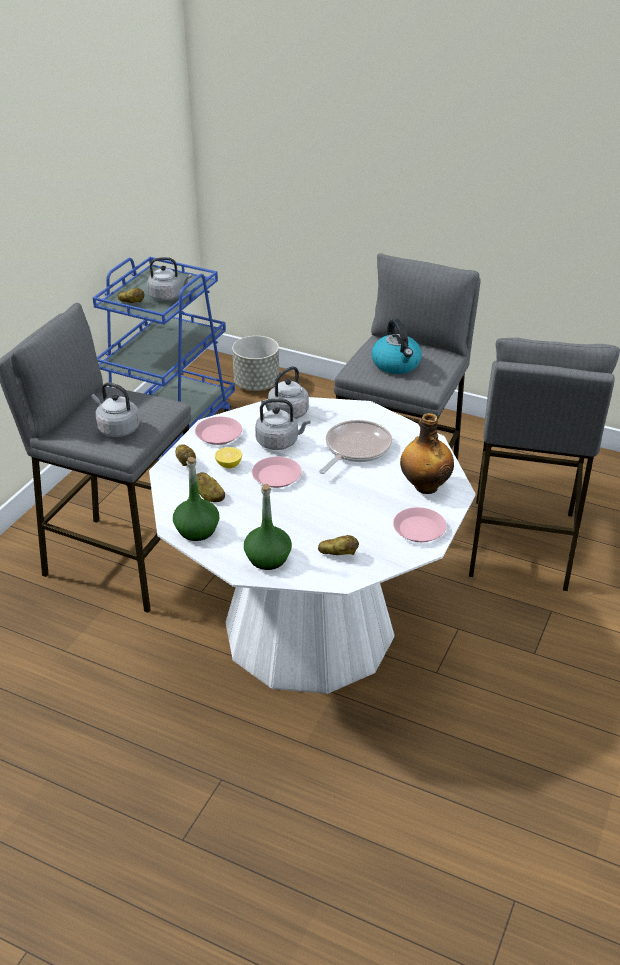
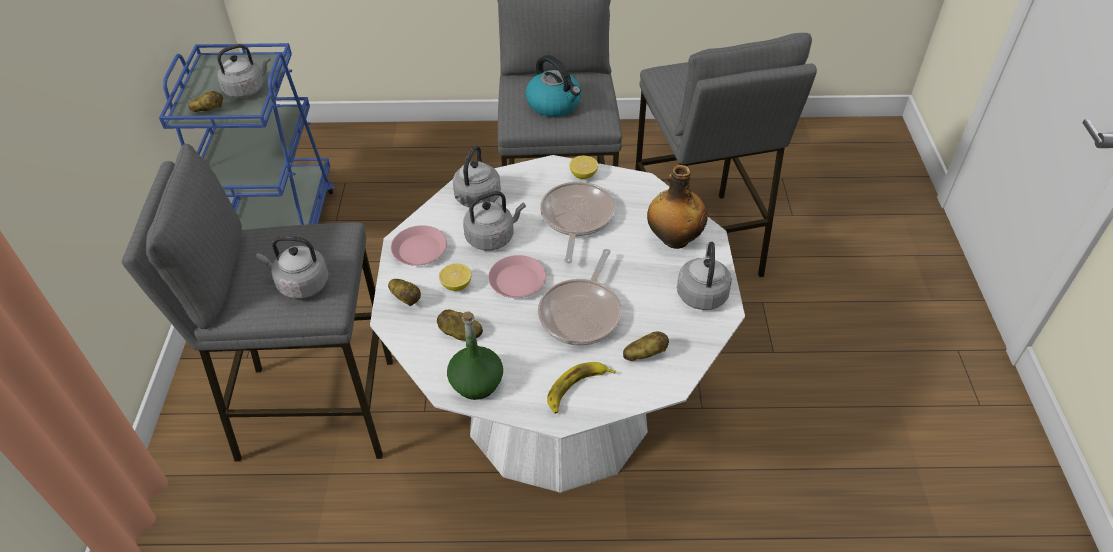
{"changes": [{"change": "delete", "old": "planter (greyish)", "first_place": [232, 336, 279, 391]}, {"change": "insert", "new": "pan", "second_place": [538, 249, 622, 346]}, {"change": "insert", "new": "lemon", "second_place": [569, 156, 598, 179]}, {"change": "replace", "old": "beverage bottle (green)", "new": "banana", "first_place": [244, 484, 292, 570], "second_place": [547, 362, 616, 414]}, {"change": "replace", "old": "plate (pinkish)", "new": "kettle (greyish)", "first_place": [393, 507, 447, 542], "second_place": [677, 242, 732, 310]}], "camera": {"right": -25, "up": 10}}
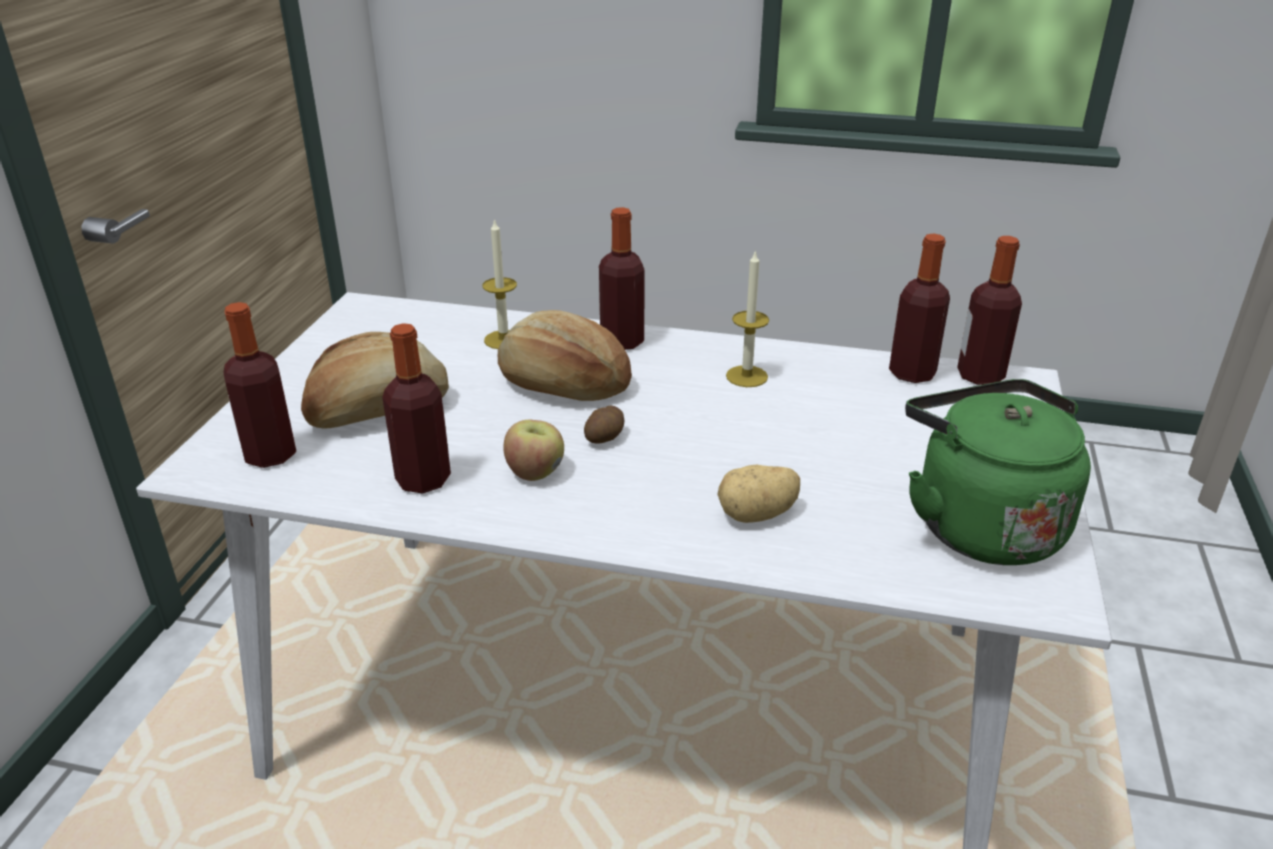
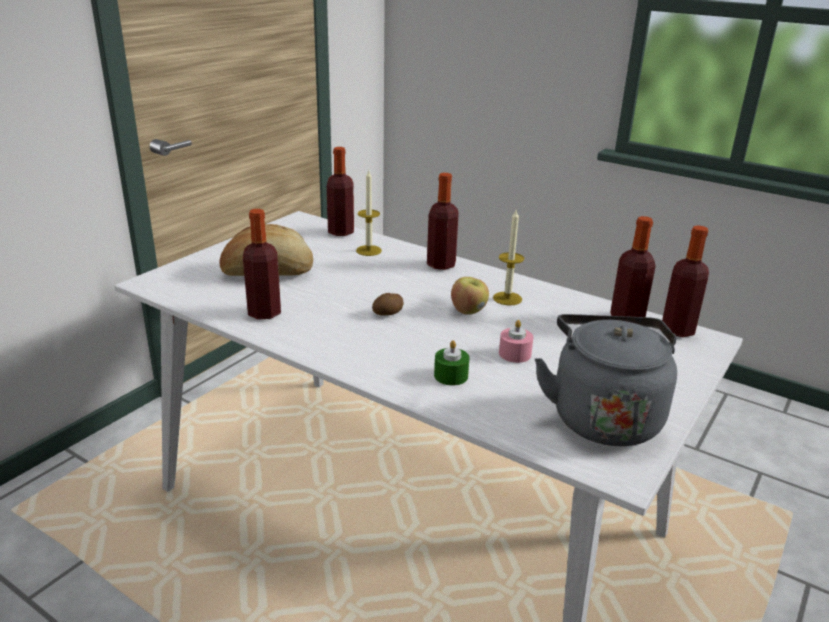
{"changes": [{"change": "delete", "old": "bakery bread", "first_place": [498, 310, 632, 401]}, {"change": "insert", "new": "candle (pinkish)", "second_place": [499, 320, 533, 363]}, {"change": "move", "old": "beverage bottle", "first_place": [223, 302, 296, 468], "second_place": [327, 147, 354, 236]}, {"change": "move", "old": "apple", "first_place": [503, 420, 564, 481], "second_place": [451, 277, 489, 315]}, {"change": "replace", "old": "spud", "new": "candle (green)", "first_place": [717, 465, 800, 523], "second_place": [434, 340, 469, 386]}, {"change": "recolor", "old": "kettle (green)", "new": "kettle (greyish)", "first_place": [905, 379, 1091, 565], "second_place": [535, 314, 677, 446]}], "camera": {"right": 20, "up": -5}}
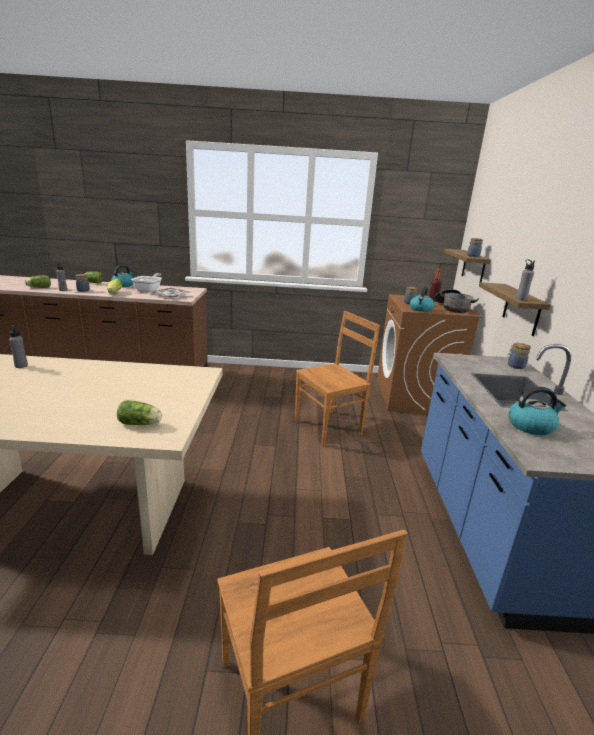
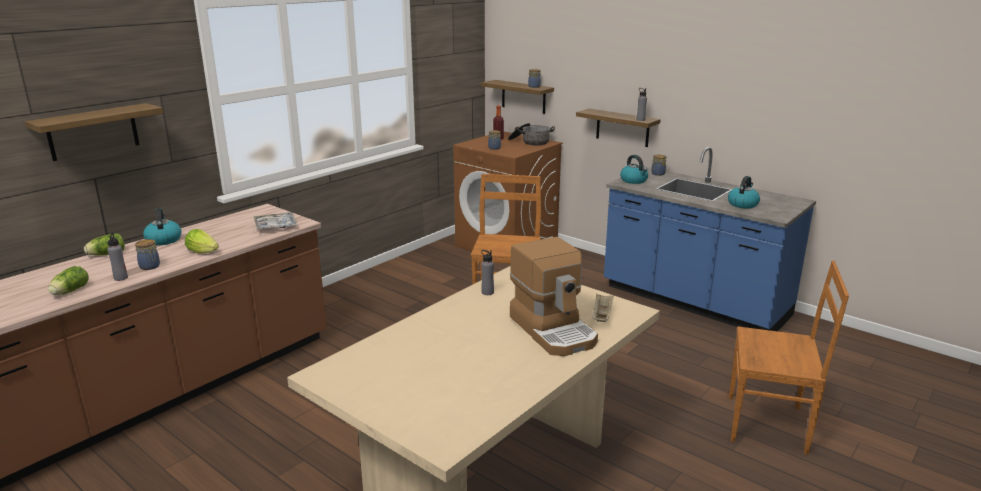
{"changes": [{"change": "delete", "old": "pan", "first_place": [131, 273, 162, 292]}, {"change": "insert", "new": "bracket shelf", "second_place": [25, 103, 163, 161]}, {"change": "insert", "new": "coffee brewer", "second_place": [510, 237, 598, 356]}, {"change": "move", "old": "beverage bottle (greyish)", "first_place": [9, 325, 28, 368], "second_place": [481, 250, 494, 295]}, {"change": "move", "old": "kettle", "first_place": [410, 287, 435, 312], "second_place": [620, 155, 648, 184]}, {"change": "replace", "old": "head of lettuce", "new": "serving tray (beige)", "first_place": [117, 400, 162, 425], "second_place": [592, 294, 614, 322]}], "camera": {"right": -50, "up": 0}}
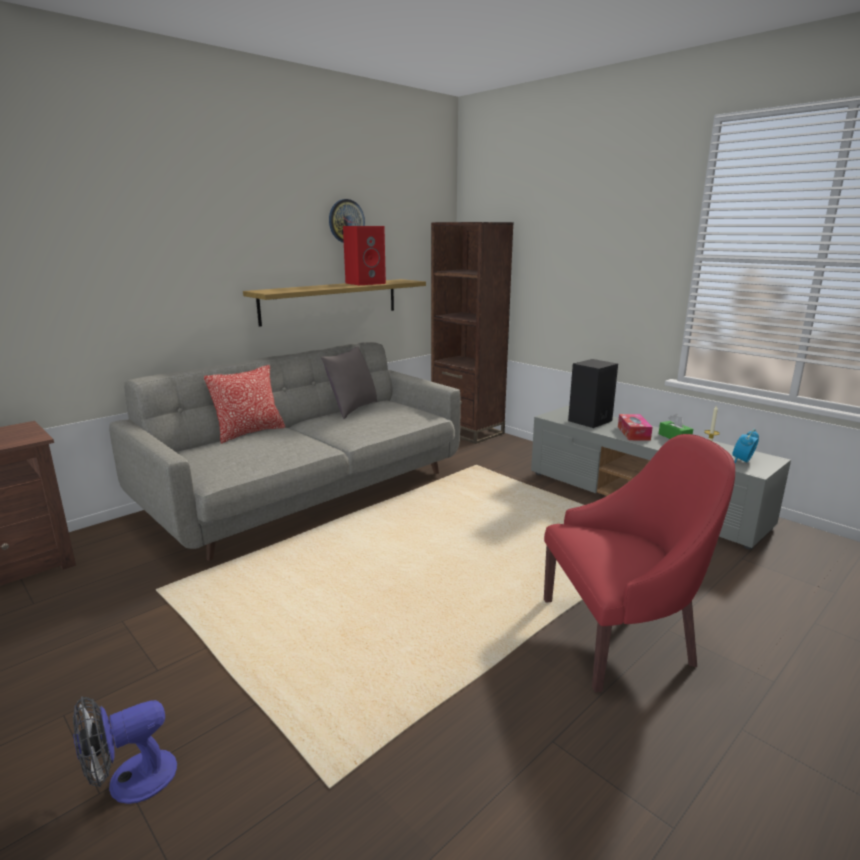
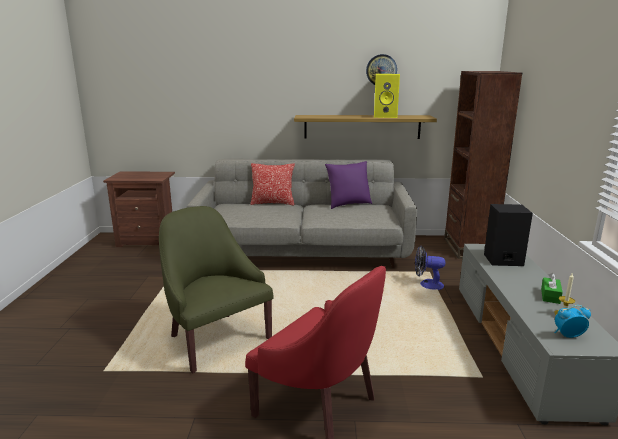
{"changes": [{"change": "delete", "old": "box of tissues", "first_place": [618, 414, 653, 441]}, {"change": "insert", "new": "armchair (green)", "second_place": [159, 206, 273, 374]}, {"change": "move", "old": "cooling fan", "first_place": [73, 696, 177, 804], "second_place": [415, 246, 445, 290]}, {"change": "recolor", "old": "throw pillow (greyish)", "new": "throw pillow (purple)", "first_place": [321, 346, 377, 419], "second_place": [325, 161, 372, 209]}, {"change": "recolor", "old": "speaker (red)", "new": "speaker (yellow-coloured)", "first_place": [343, 226, 386, 285], "second_place": [374, 74, 400, 118]}], "camera": {"right": 45, "up": 0}}
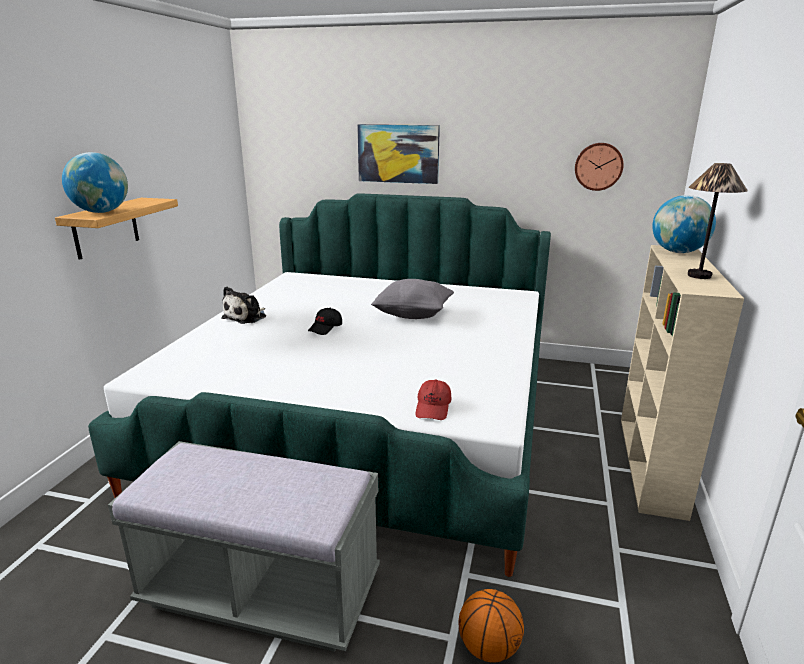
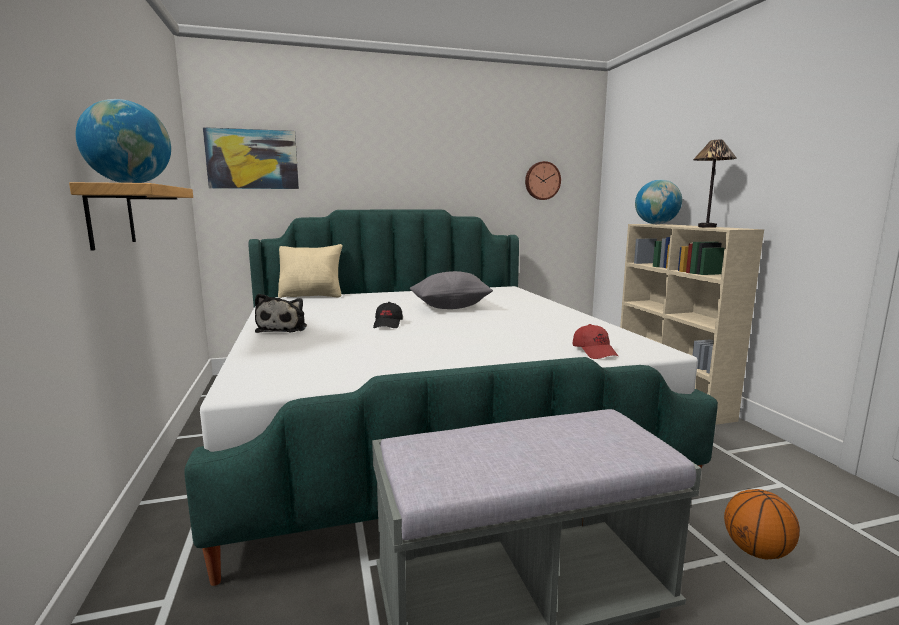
{"changes": [{"change": "insert", "new": "throw pillow (beige)", "second_place": [278, 244, 343, 298]}, {"change": "move", "old": "wall picture", "first_place": [357, 124, 440, 184], "second_place": [203, 127, 299, 189]}], "camera": {"right": -30, "up": -10}}
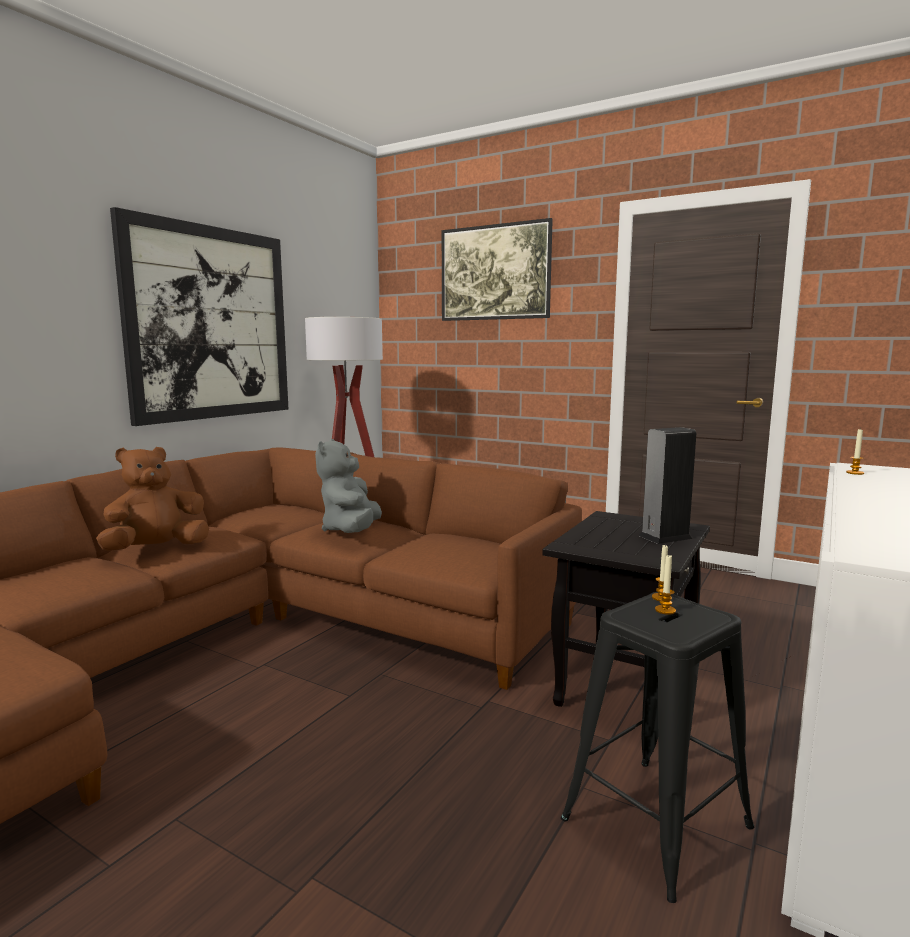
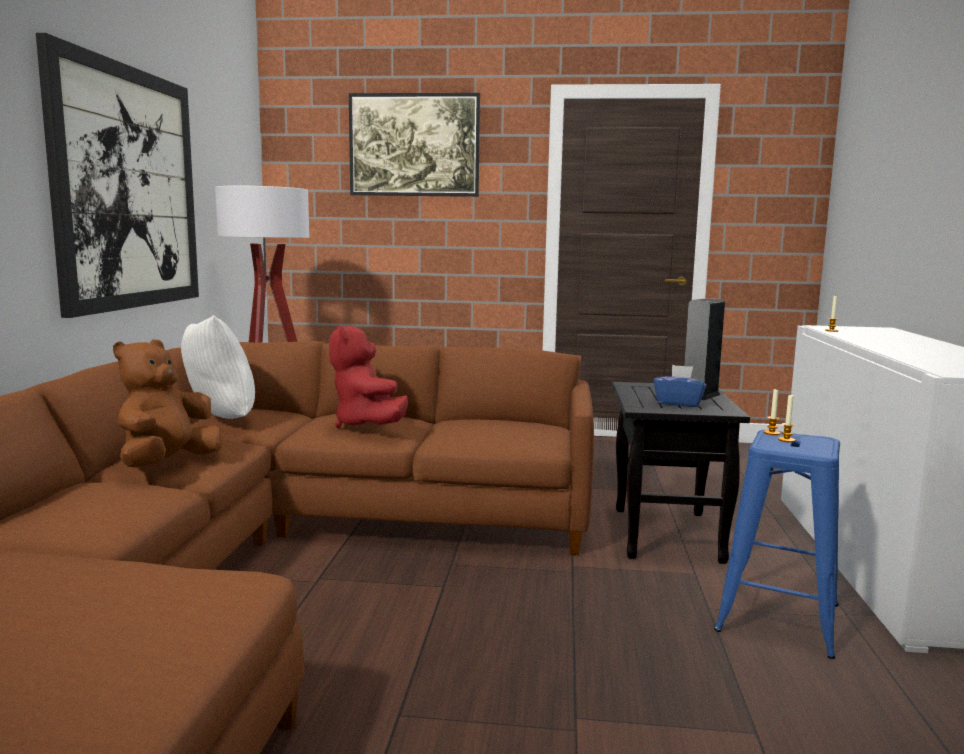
{"changes": [{"change": "insert", "new": "throw pillow (whitish)", "second_place": [181, 315, 255, 419]}, {"change": "insert", "new": "box of tissues (blue)", "second_place": [654, 365, 707, 407]}, {"change": "recolor", "old": "soft toy (greyish)", "new": "soft toy (red)", "first_place": [315, 439, 382, 533], "second_place": [329, 324, 408, 428]}, {"change": "recolor", "old": "sitting stool (black)", "new": "sitting stool (blue)", "first_place": [561, 592, 754, 903], "second_place": [714, 430, 840, 659]}], "camera": {"right": -25, "up": 0}}
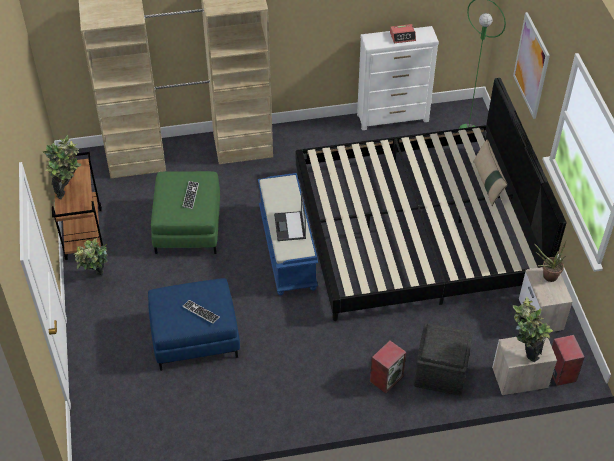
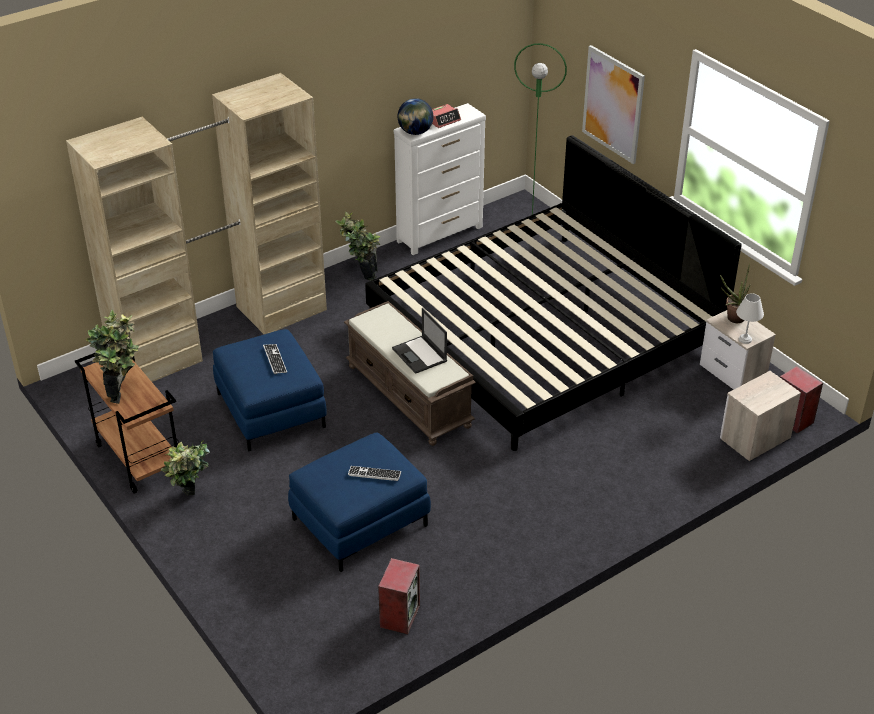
{"changes": [{"change": "delete", "old": "ottoman (greyish)", "first_place": [413, 323, 472, 396]}, {"change": "delete", "old": "throw pillow (beige)", "first_place": [473, 140, 508, 206]}, {"change": "insert", "new": "desk globe", "second_place": [397, 98, 434, 135]}, {"change": "insert", "new": "tabletop lamp (whitish)", "second_place": [736, 294, 764, 344]}, {"change": "move", "old": "speaker", "first_place": [370, 340, 406, 394], "second_place": [378, 558, 420, 635]}, {"change": "move", "old": "houseplant", "first_place": [513, 297, 553, 362], "second_place": [335, 211, 380, 281]}, {"change": "recolor", "old": "ottoman (green)", "new": "ottoman (blue)", "first_place": [151, 171, 220, 254], "second_place": [213, 329, 327, 451]}, {"change": "recolor", "old": "indoor bench (blue)", "new": "indoor bench (brown)", "first_place": [258, 173, 318, 295], "second_place": [344, 301, 476, 446]}], "camera": {"right": -25, "up": -10}}
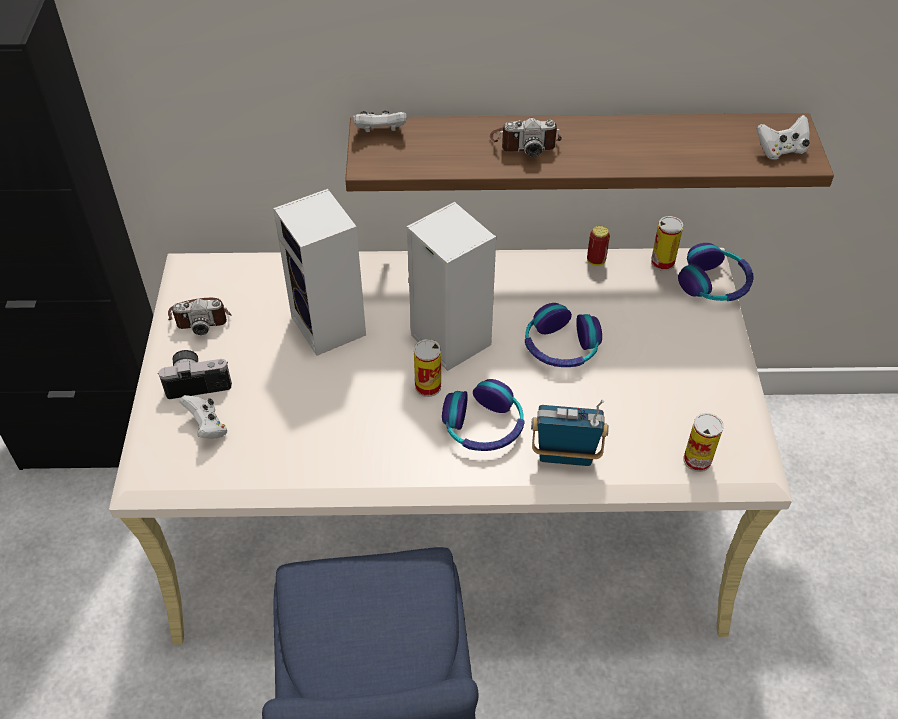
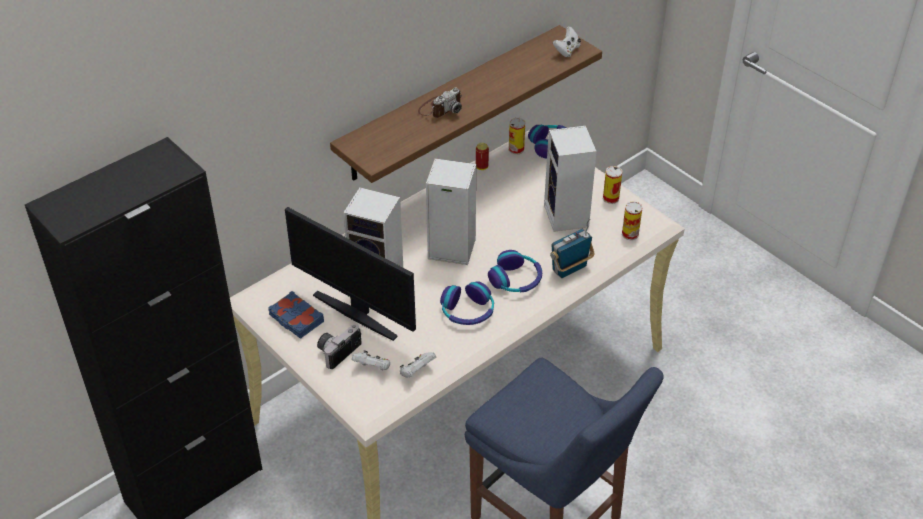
{"changes": [{"change": "insert", "new": "computer screen", "second_place": [285, 207, 416, 341]}, {"change": "insert", "new": "speaker", "second_place": [544, 126, 597, 232]}, {"change": "move", "old": "game controller (whitish)", "first_place": [353, 110, 407, 132], "second_place": [400, 352, 436, 378]}, {"change": "move", "old": "metal can", "first_place": [414, 339, 441, 397], "second_place": [603, 166, 622, 204]}, {"change": "move", "old": "headset", "first_place": [525, 303, 602, 367], "second_place": [440, 281, 494, 325]}, {"change": "replace", "old": "photo camera", "new": "bound book (blue)", "first_place": [168, 298, 232, 335], "second_place": [268, 291, 324, 339]}], "camera": {"right": -40, "up": -5}}
